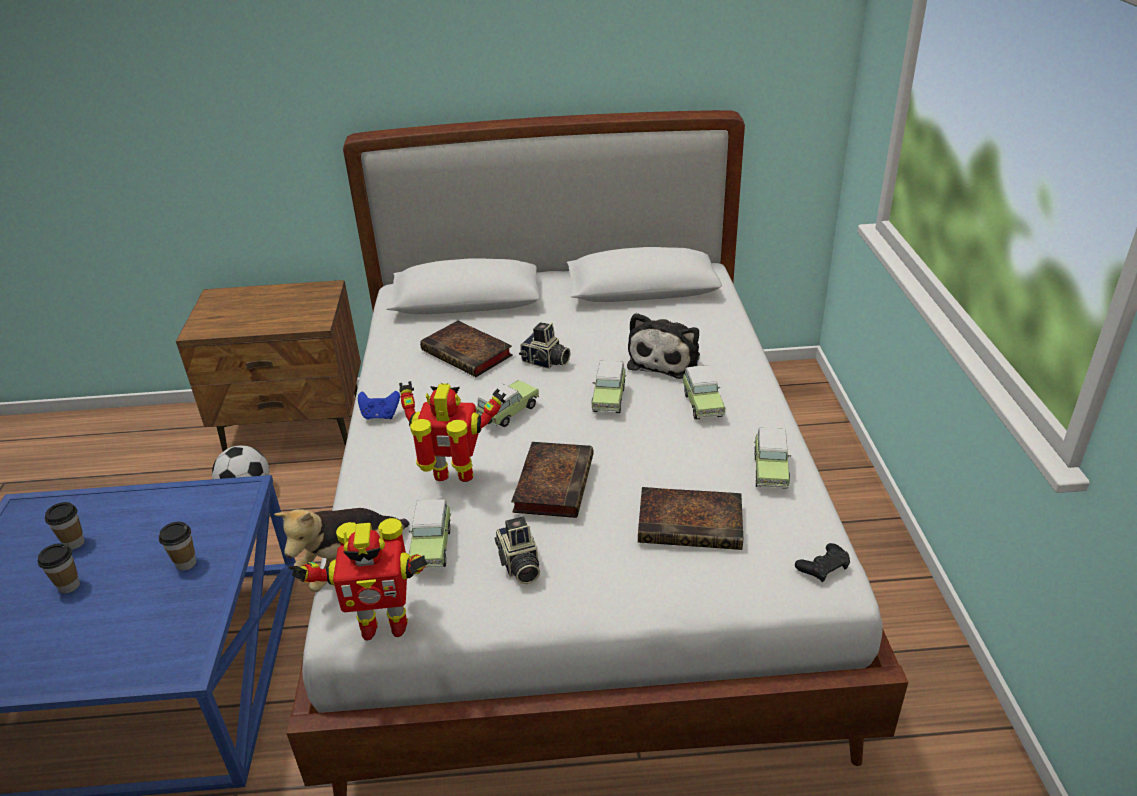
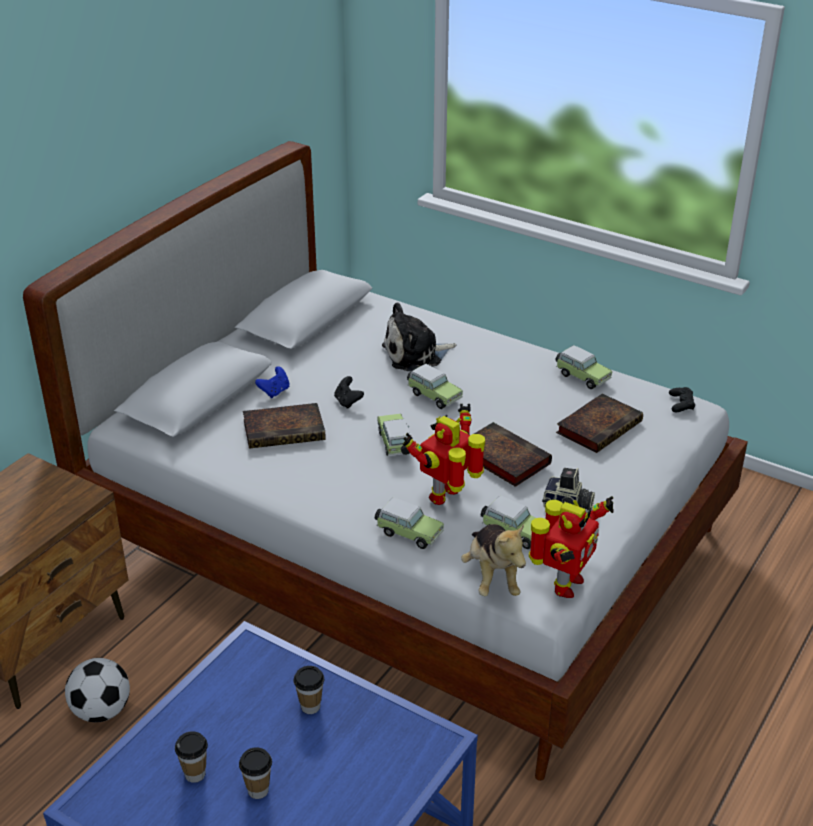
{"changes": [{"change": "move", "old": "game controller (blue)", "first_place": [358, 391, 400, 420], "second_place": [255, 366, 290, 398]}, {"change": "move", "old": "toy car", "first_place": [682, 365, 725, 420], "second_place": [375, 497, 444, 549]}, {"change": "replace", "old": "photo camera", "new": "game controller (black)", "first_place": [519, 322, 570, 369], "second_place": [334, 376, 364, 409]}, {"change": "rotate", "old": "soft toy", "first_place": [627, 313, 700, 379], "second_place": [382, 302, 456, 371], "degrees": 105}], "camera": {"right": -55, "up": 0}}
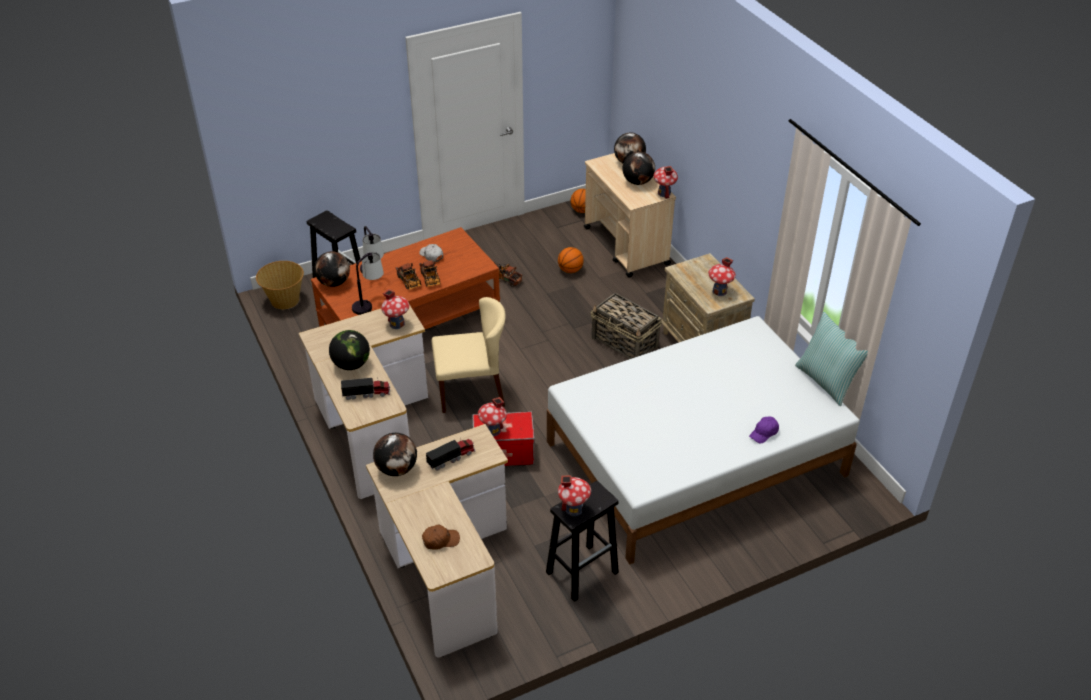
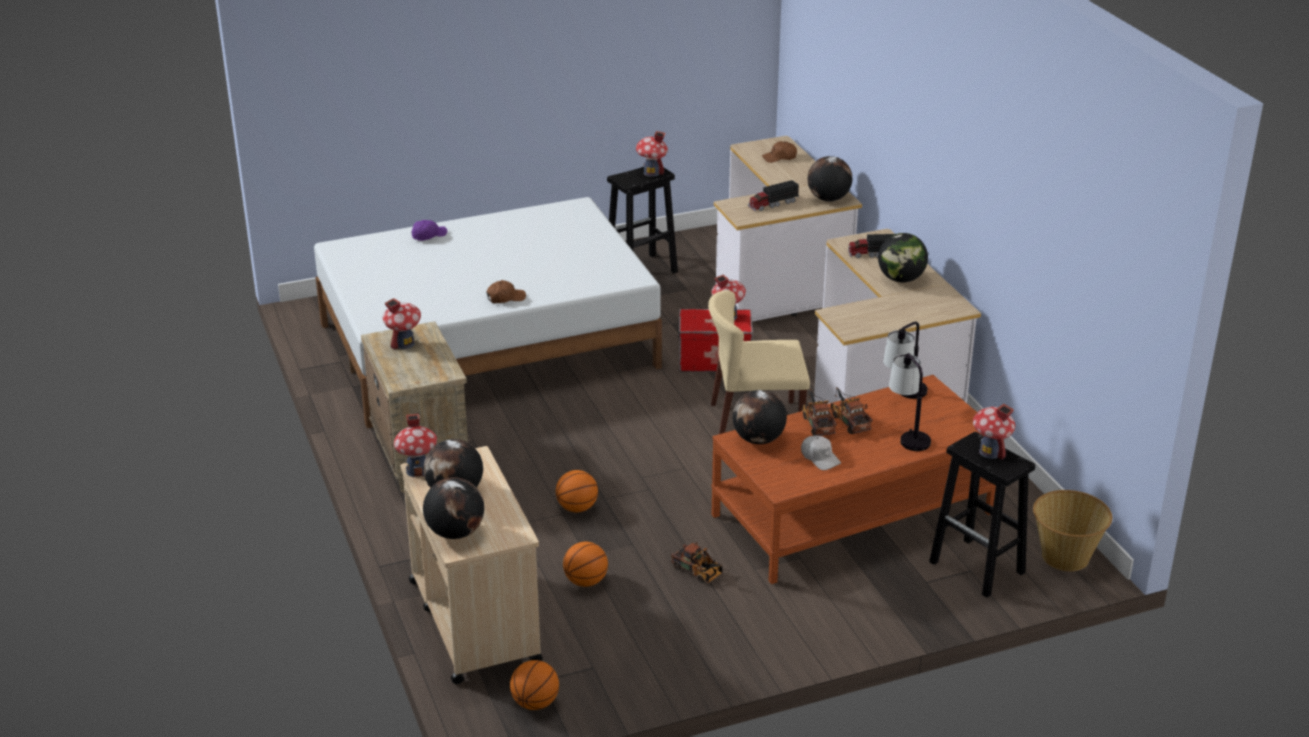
{"changes": [{"change": "delete", "old": "storage basket", "first_place": [591, 293, 662, 359]}, {"change": "delete", "old": "throw pillow", "first_place": [795, 312, 868, 406]}, {"change": "insert", "new": "peaked cap (brown)", "second_place": [486, 280, 526, 303]}, {"change": "insert", "new": "basketball", "second_place": [556, 470, 598, 512]}, {"change": "move", "old": "desk globe", "first_place": [314, 251, 350, 287], "second_place": [732, 390, 787, 444]}, {"change": "move", "old": "model house", "first_place": [381, 289, 409, 329], "second_place": [973, 404, 1015, 460]}], "camera": {"right": -175, "up": -10}}
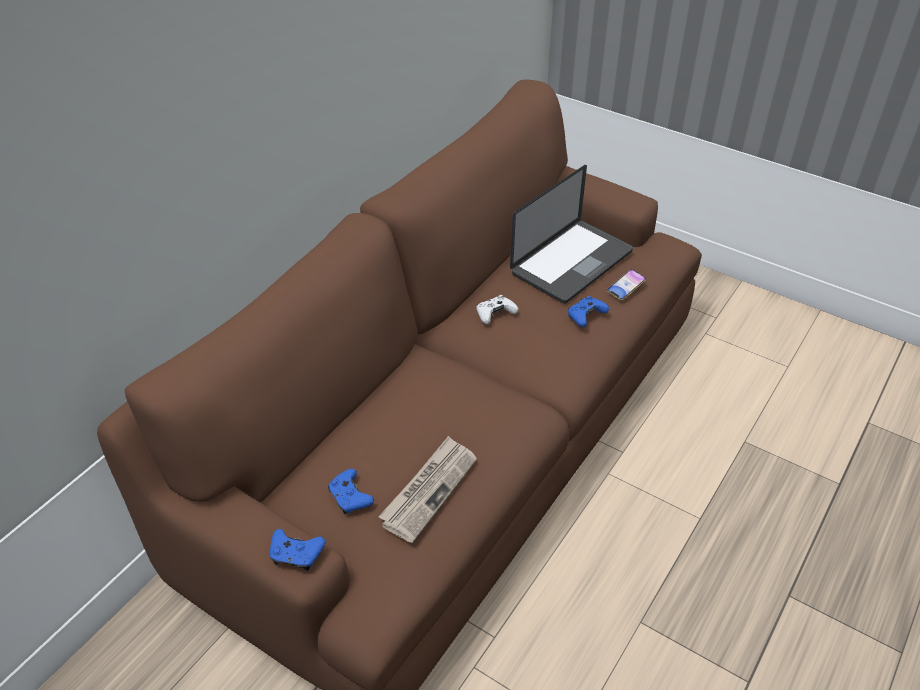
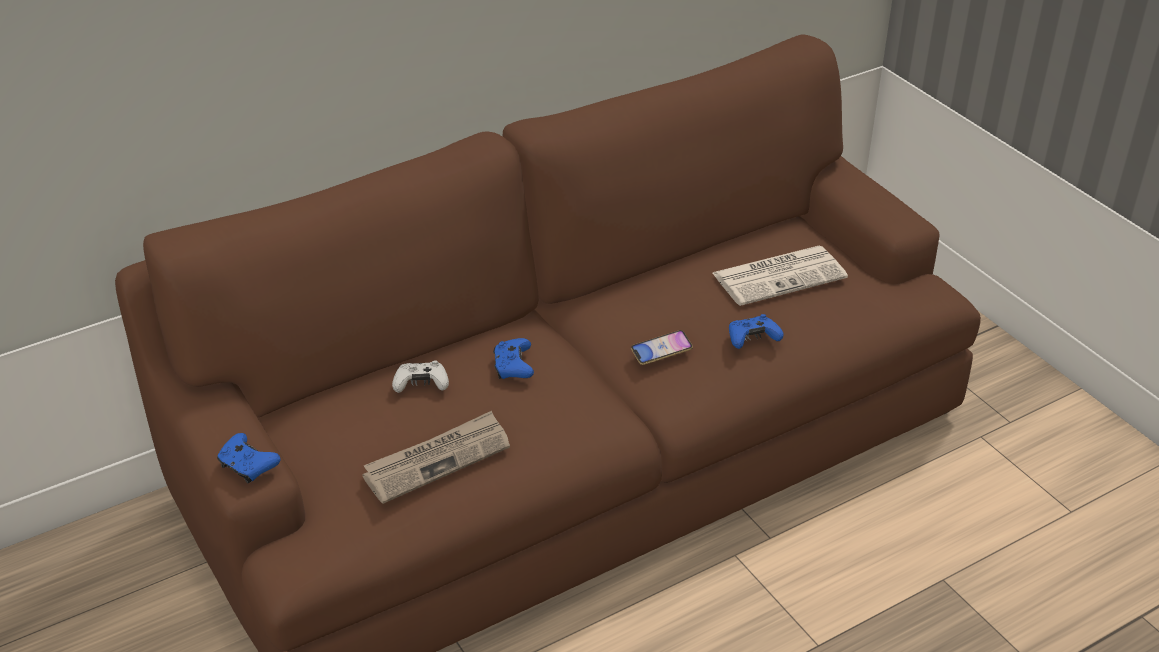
{"changes": [{"change": "move", "old": "game controller (blue)", "first_place": [328, 469, 374, 514], "second_place": [493, 338, 534, 379]}, {"change": "move", "old": "game controller (whitish)", "first_place": [476, 295, 518, 324], "second_place": [392, 360, 449, 393]}, {"change": "move", "old": "telephone", "first_place": [607, 269, 646, 300], "second_place": [631, 330, 693, 365]}, {"change": "replace", "old": "notebook computer", "new": "daily paper", "first_place": [510, 165, 633, 304], "second_place": [713, 246, 848, 306]}], "camera": {"right": 25, "up": -5}}
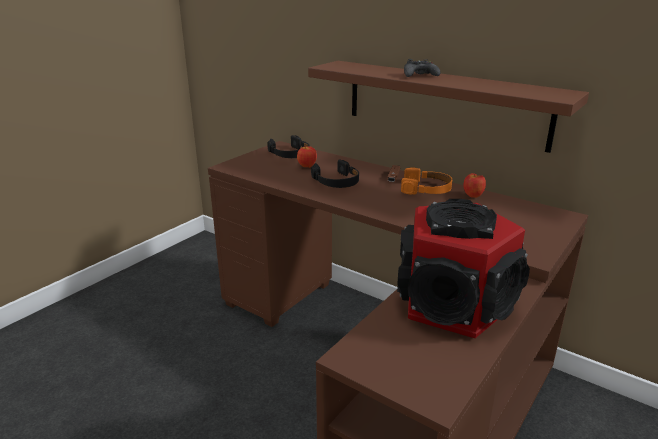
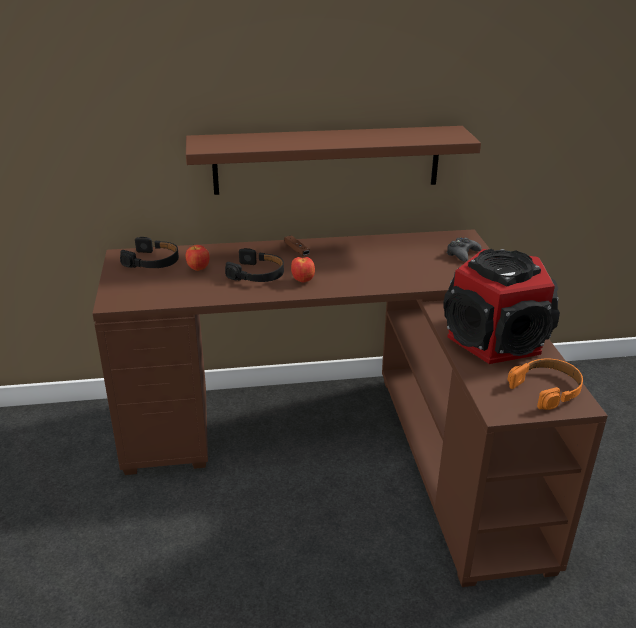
{"changes": [{"change": "move", "old": "headset (orangey)", "first_place": [401, 168, 452, 195], "second_place": [508, 359, 583, 410]}, {"change": "move", "old": "game controller (black)", "first_place": [404, 59, 440, 77], "second_place": [446, 237, 482, 262]}, {"change": "move", "old": "apple", "first_place": [463, 173, 486, 198], "second_place": [291, 257, 315, 283]}], "camera": {"right": -45, "up": 5}}
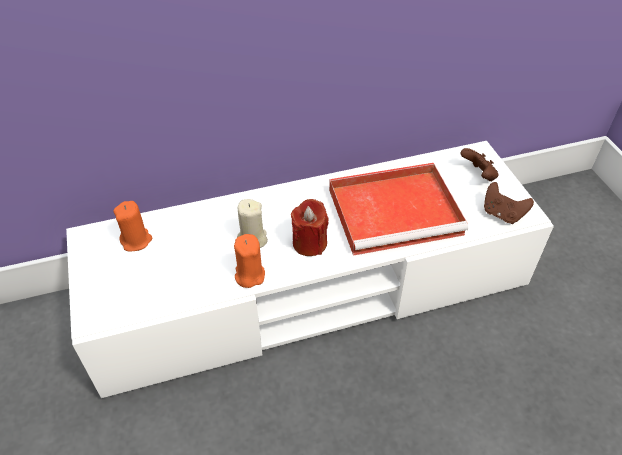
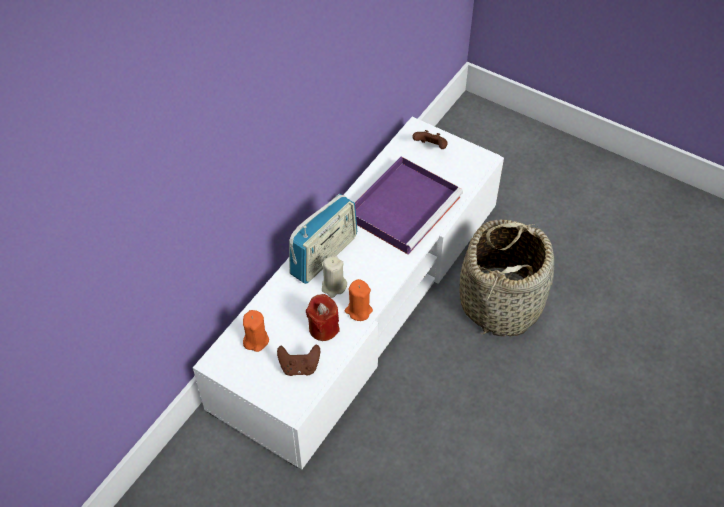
{"changes": [{"change": "insert", "new": "radio", "second_place": [289, 194, 357, 284]}, {"change": "insert", "new": "storage basket", "second_place": [460, 219, 554, 336]}, {"change": "move", "old": "candle (red)", "first_place": [291, 199, 328, 256], "second_place": [306, 294, 340, 341]}, {"change": "move", "old": "game controller (brown)", "first_place": [484, 182, 534, 224], "second_place": [277, 344, 320, 376]}, {"change": "recolor", "old": "serving tray (red)", "new": "serving tray (purple)", "first_place": [329, 163, 468, 256], "second_place": [355, 157, 463, 254]}], "camera": {"right": -40, "up": 5}}
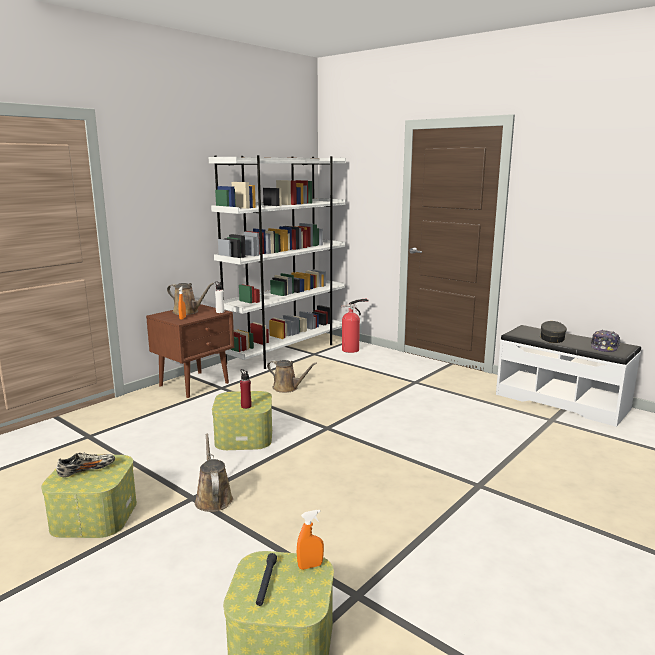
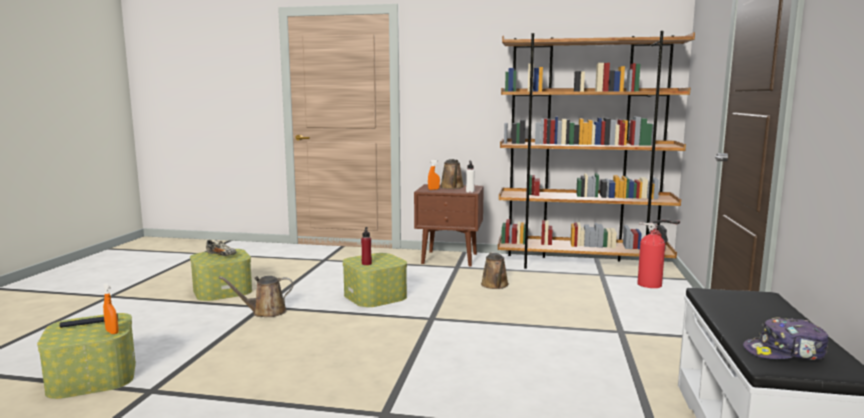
{"changes": [{"change": "delete", "old": "peaked cap (greyish)", "first_place": [540, 321, 567, 343]}, {"change": "recolor", "old": "shelving unit (whitish)", "new": "shelving unit (brown)", "first_place": [209, 155, 346, 369], "second_place": [498, 31, 695, 269]}, {"change": "rotate", "old": "sprinkling can (brown)", "first_place": [195, 433, 233, 512], "second_place": [219, 276, 293, 317], "degrees": -150}], "camera": {"right": 60, "up": -5}}
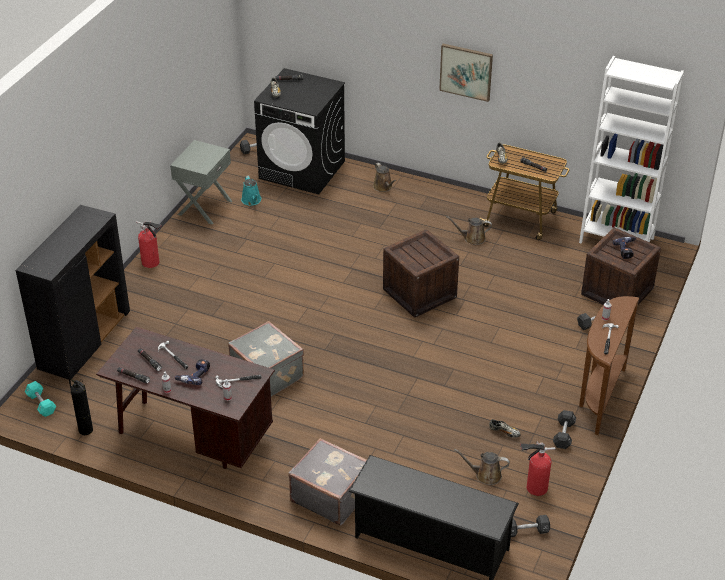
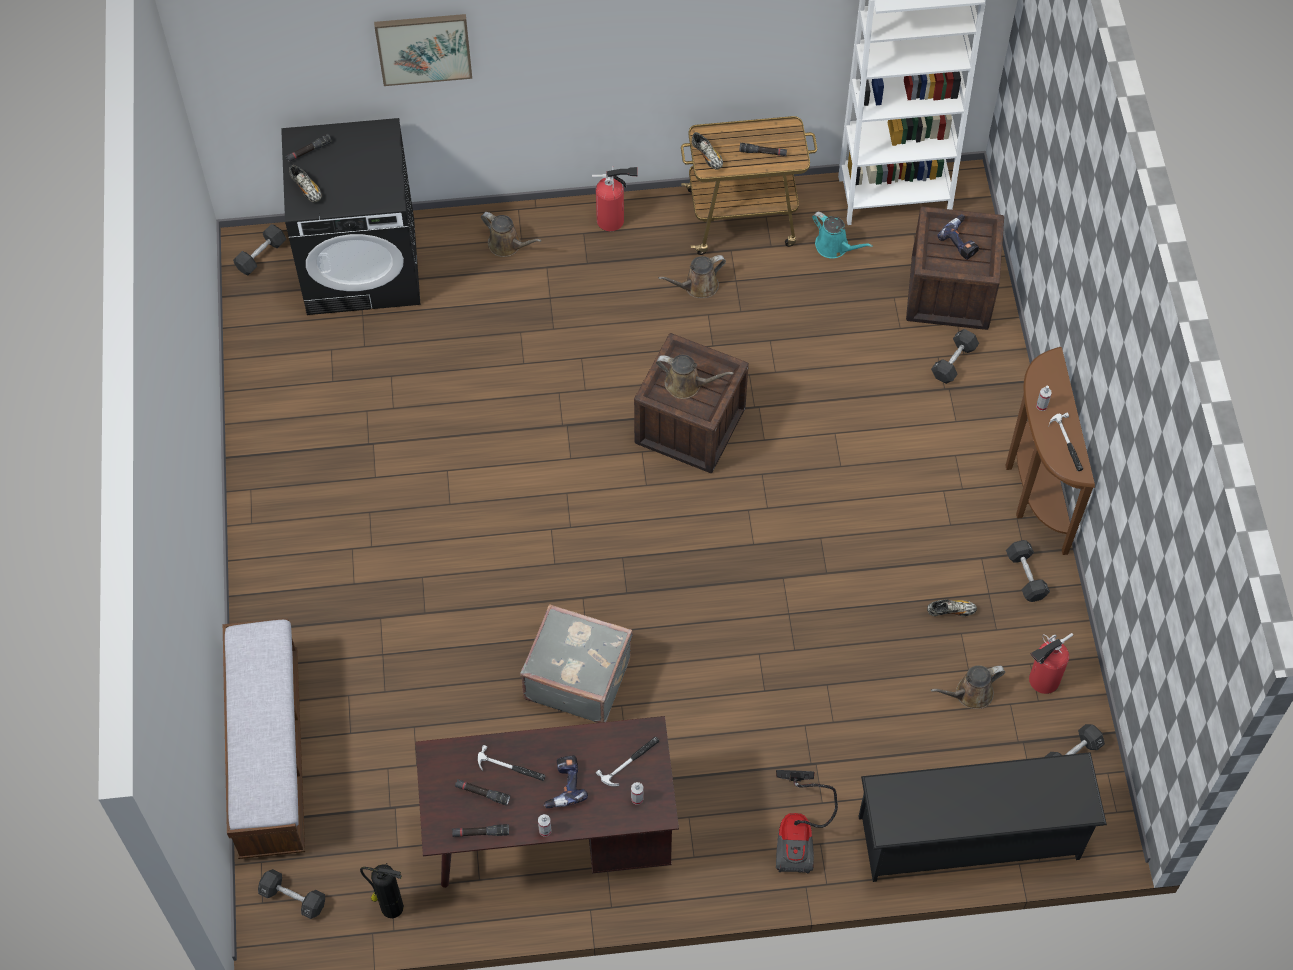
{"changes": [{"change": "delete", "old": "night table (greyish)", "first_place": [170, 140, 232, 224]}, {"change": "insert", "new": "sprinkling can (brown)", "second_place": [656, 355, 734, 399]}, {"change": "move", "old": "extinguisher", "first_place": [136, 221, 162, 268], "second_place": [592, 166, 638, 231]}, {"change": "move", "old": "sprinkling can (turquoise)", "first_place": [241, 175, 261, 206], "second_place": [812, 212, 873, 258]}, {"change": "move", "old": "wall picture", "first_place": [439, 44, 493, 102], "second_place": [374, 14, 472, 86]}, {"change": "replace", "old": "cabinet (black)", "new": "indoor bench", "first_place": [16, 205, 130, 380], "second_place": [223, 618, 305, 859]}, {"change": "replace", "old": "piece of luggage (greyish)", "new": "vacuum", "first_place": [288, 438, 367, 526], "second_place": [776, 770, 838, 874]}, {"change": "recolor", "old": "dumbbell (turquoise)", "new": "dumbbell (black)", "first_place": [25, 381, 56, 417], "second_place": [258, 869, 325, 919]}], "camera": {"right": -30, "up": 20}}
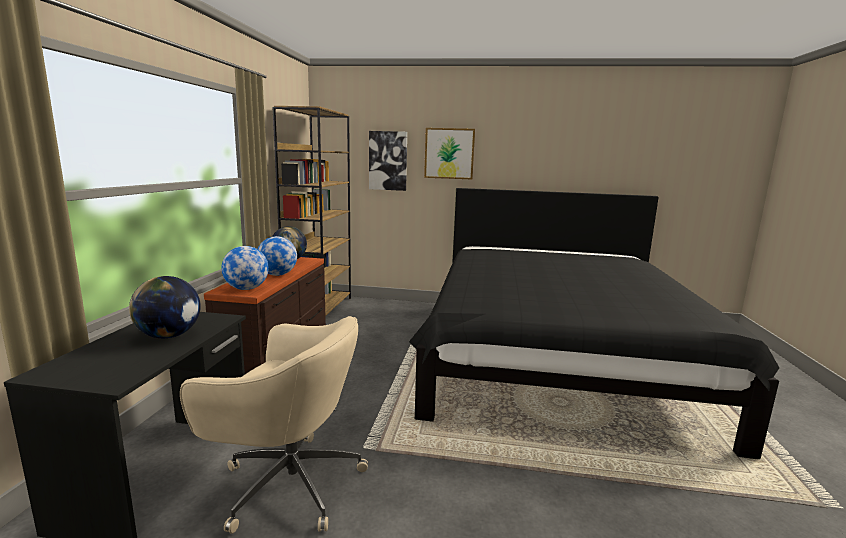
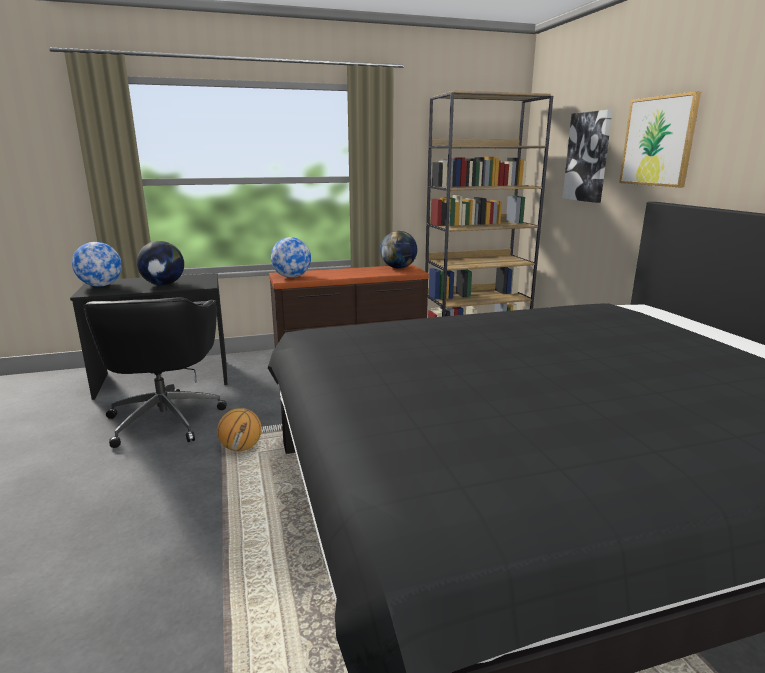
{"changes": [{"change": "insert", "new": "basketball", "second_place": [217, 408, 262, 452]}, {"change": "move", "old": "desk globe", "first_place": [258, 236, 297, 276], "second_place": [72, 242, 122, 287]}, {"change": "recolor", "old": "desk chair (beige)", "new": "desk chair (black)", "first_place": [180, 316, 368, 534], "second_place": [83, 297, 227, 448]}], "camera": {"right": 65, "up": 5}}
